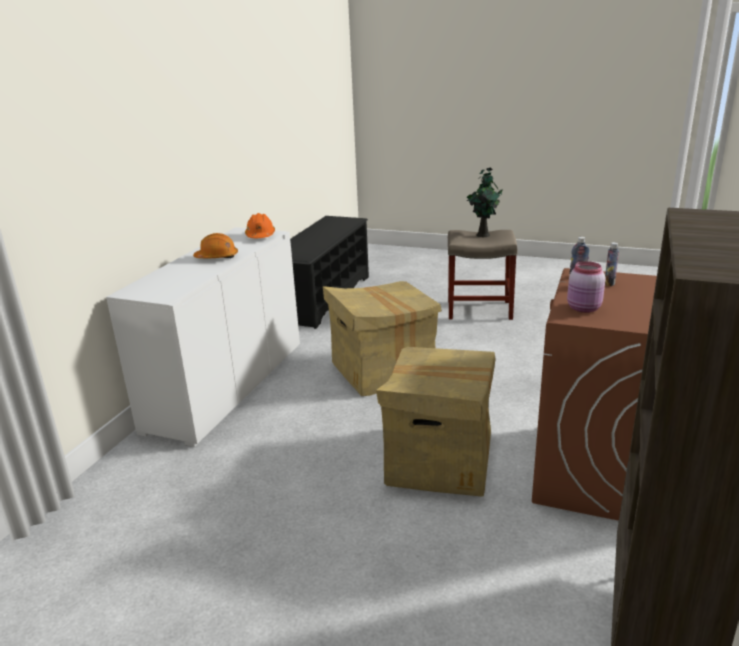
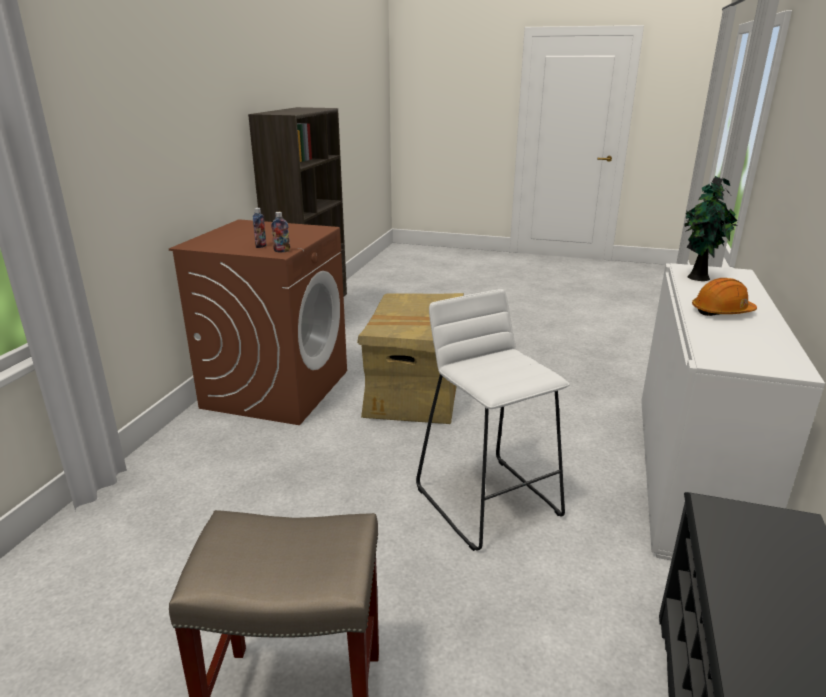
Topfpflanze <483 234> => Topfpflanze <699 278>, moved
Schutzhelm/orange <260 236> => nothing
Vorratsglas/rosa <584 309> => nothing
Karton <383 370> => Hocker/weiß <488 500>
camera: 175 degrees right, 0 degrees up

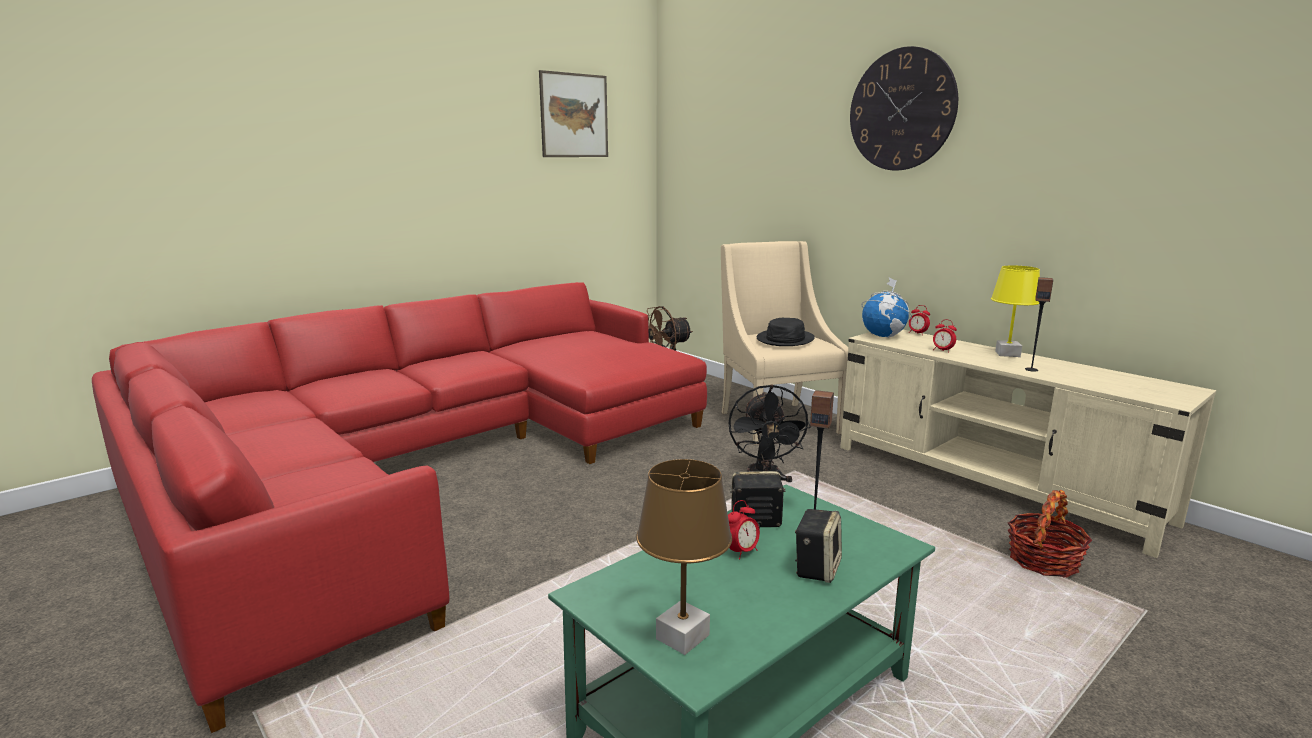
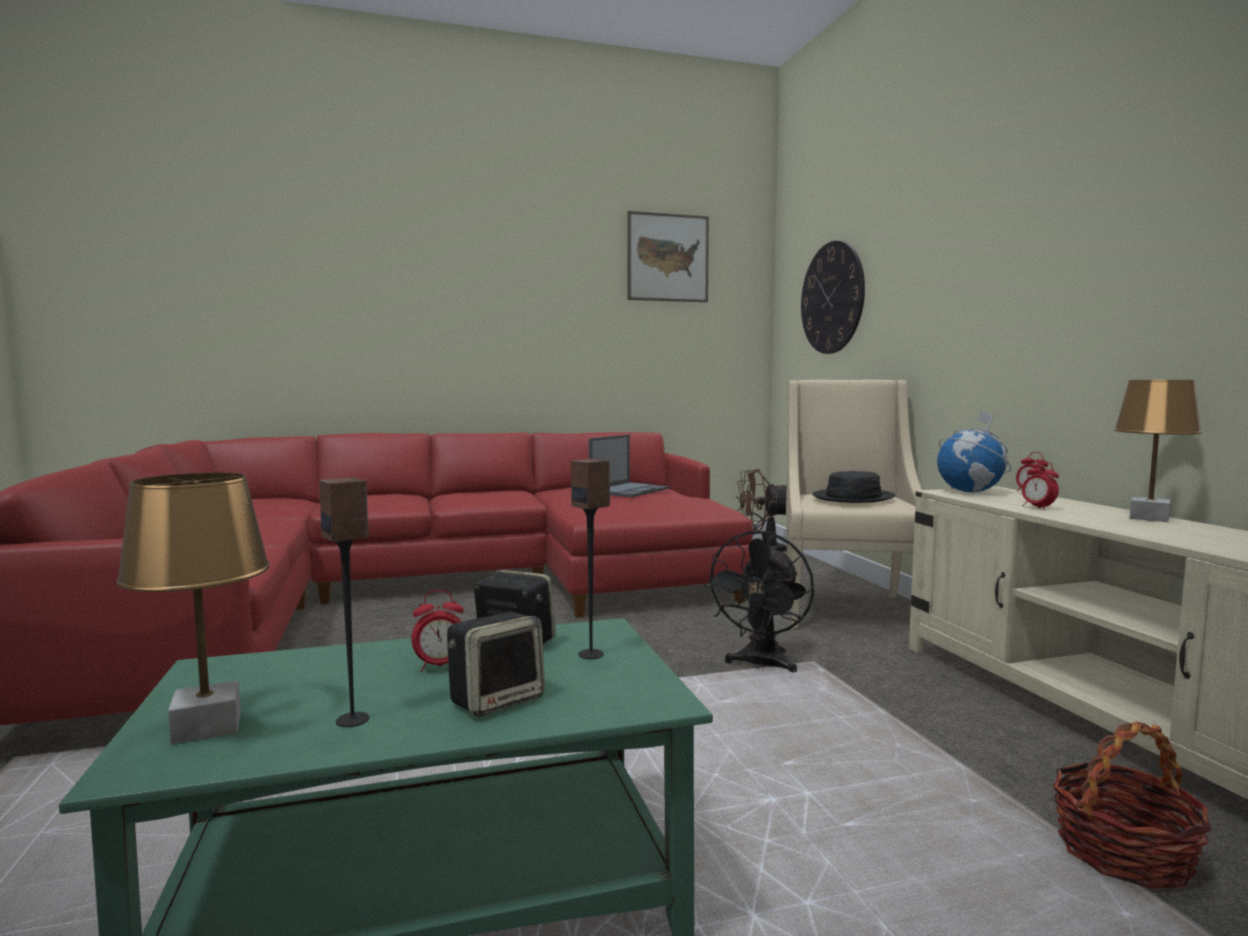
Wanduhr <902 110> => Wanduhr <832 298>, moved
Tischlampe/gelb <1007 354> => Tischlampe/braun <1148 518>
Lautsprecher <1031 369> => Lautsprecher <353 720>, moved
nothing => Laptop <630 490>
camera: 25 degrees right, 10 degrees down

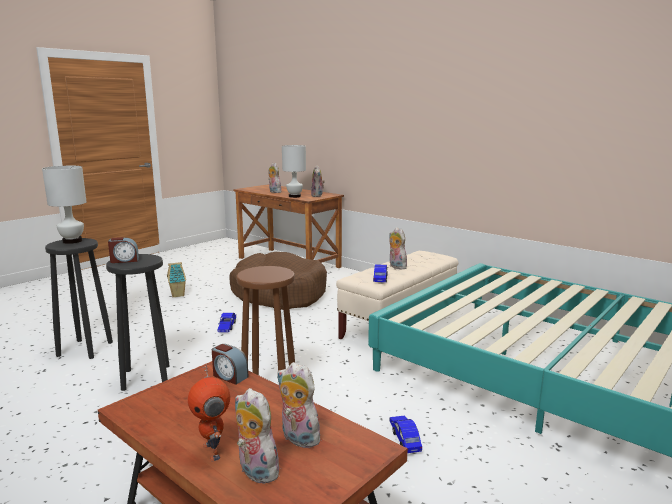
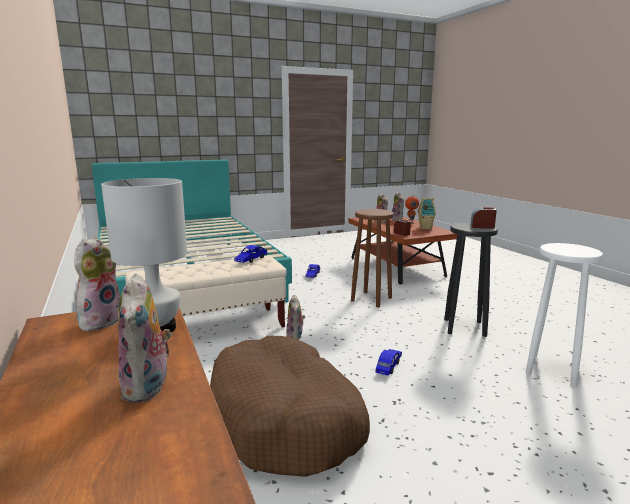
Tischlampe/weiß <72 241> => nothing
Plüschtier <396 267> => Plüschtier <296 336>, moved
Hocker/schwarz <85 348> => Hocker/weiß <552 370>
Spielzeughaus <178 295> => Spielzeughaus <425 228>, moved
camera: 155 degrees left, 0 degrees up

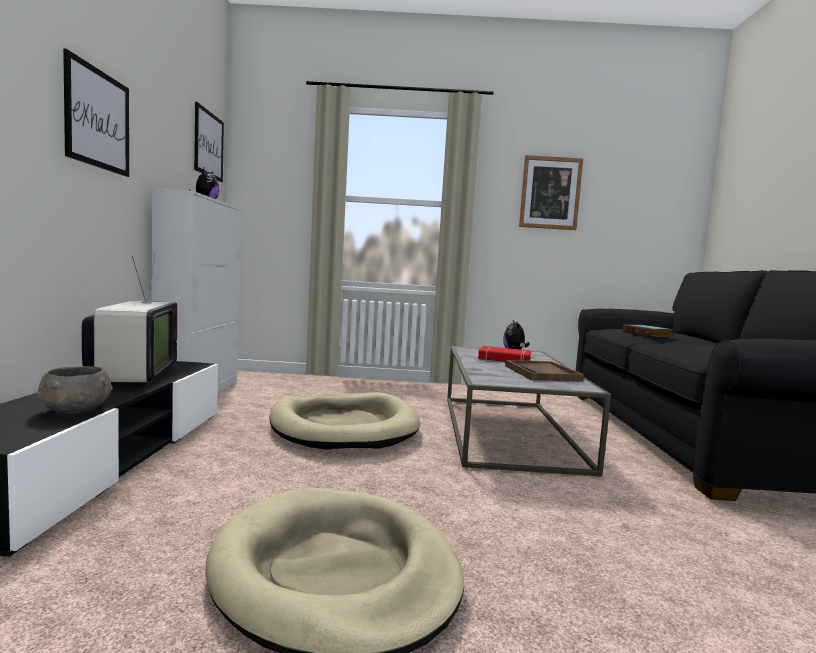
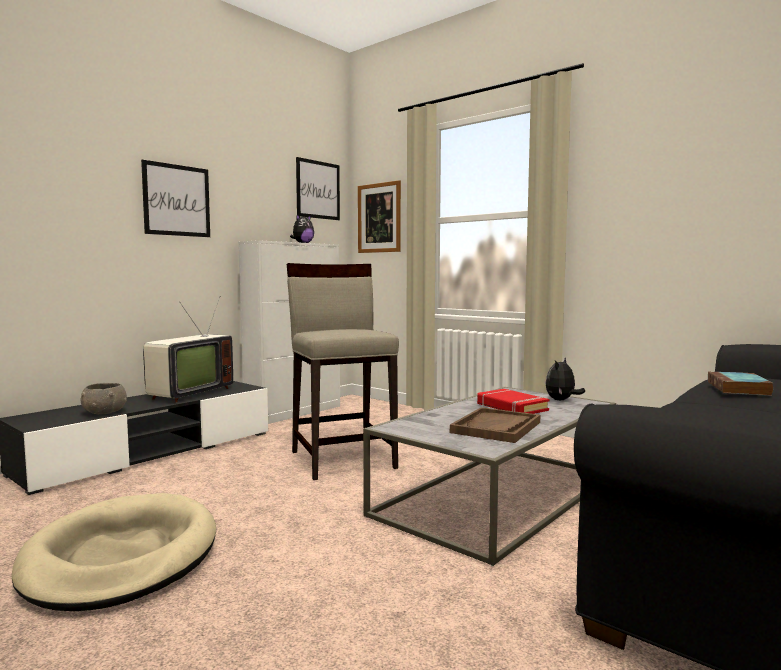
Bild <550 193> => Bild <379 218>, moved
Hundebett/beige <344 426> => Hocker/beige <343 459>
camera: 40 degrees right, 0 degrees up

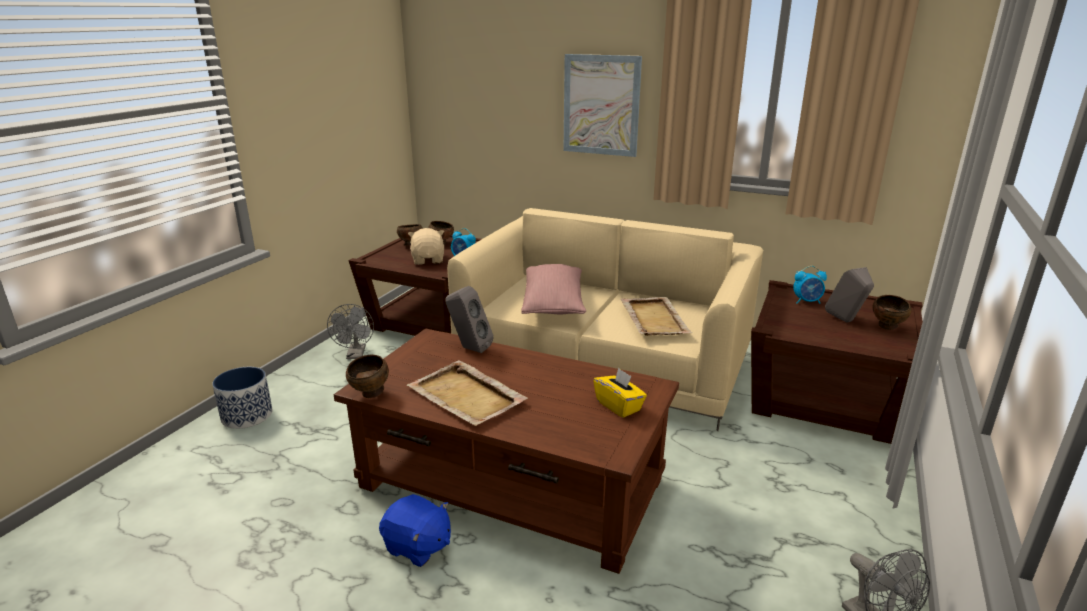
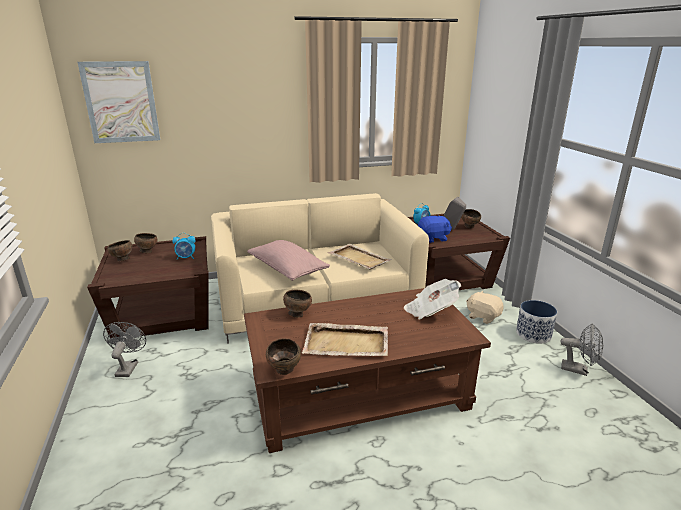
Bild <601 105> => Bild <121 102>, moved
Plüschtier/beige <428 260> => Plüschtier/beige <483 316>, moved
Lautsprecher/grau <469 348> => Schüssel/braun <297 314>
Ventilator/grau <356 355> => Ventilator/grau <128 367>, 135 degrees counterclockwise
Pflanzkübel <247 416> => Pflanzkübel <533 334>, moved
Taschentuchbox/gelb <619 406> => Zeitung <430 311>
Plüschtier/blau <417 547> => Plüschtier/blau <433 238>, moved
camera: 40 degrees left, 0 degrees up

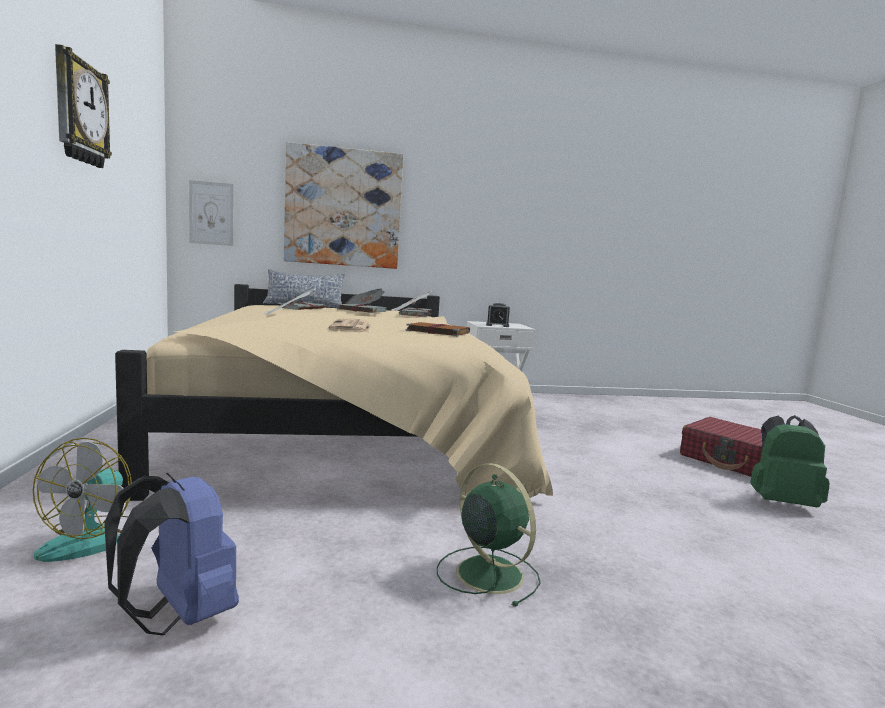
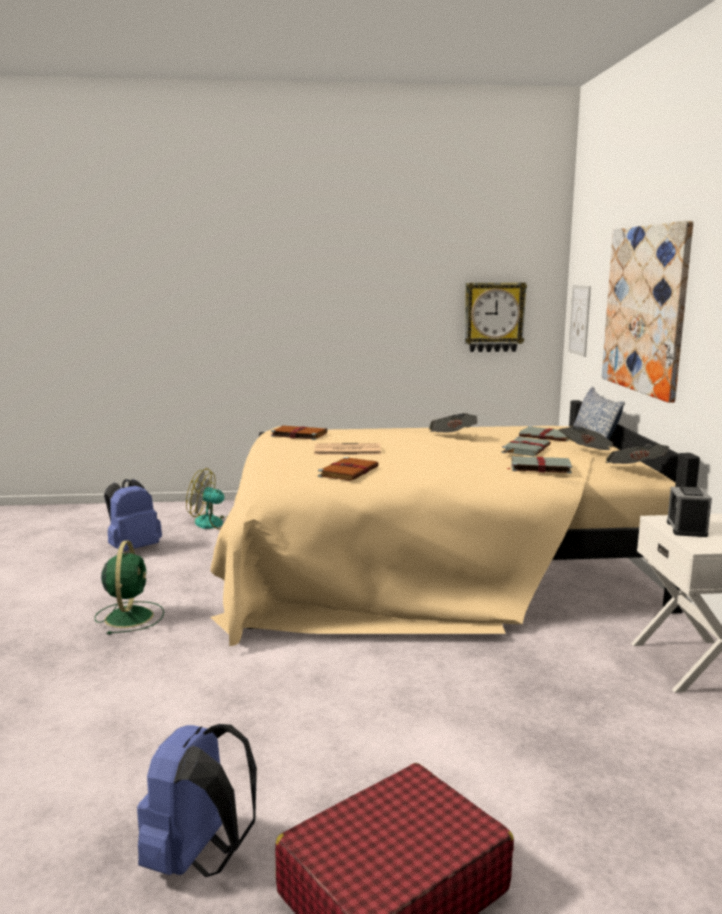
Wanduhr <79 112> => Wanduhr <493 317>, moved
Rucksack/grün <782 502> => Rucksack/blau <198 858>
Ventilator/grün <487 572> => Ventilator/grün <129 616>, 60 degrees counterclockwise
nothing => Buch/braun <298 435>
camera: 95 degrees right, 5 degrees up

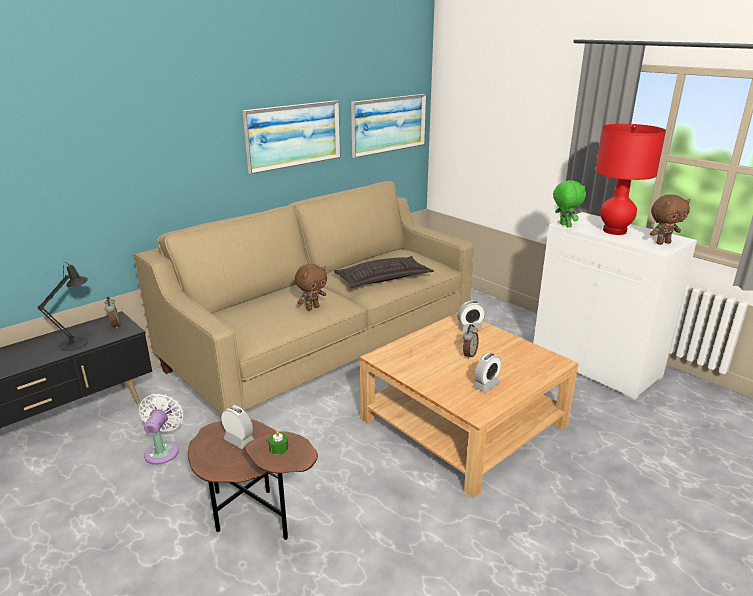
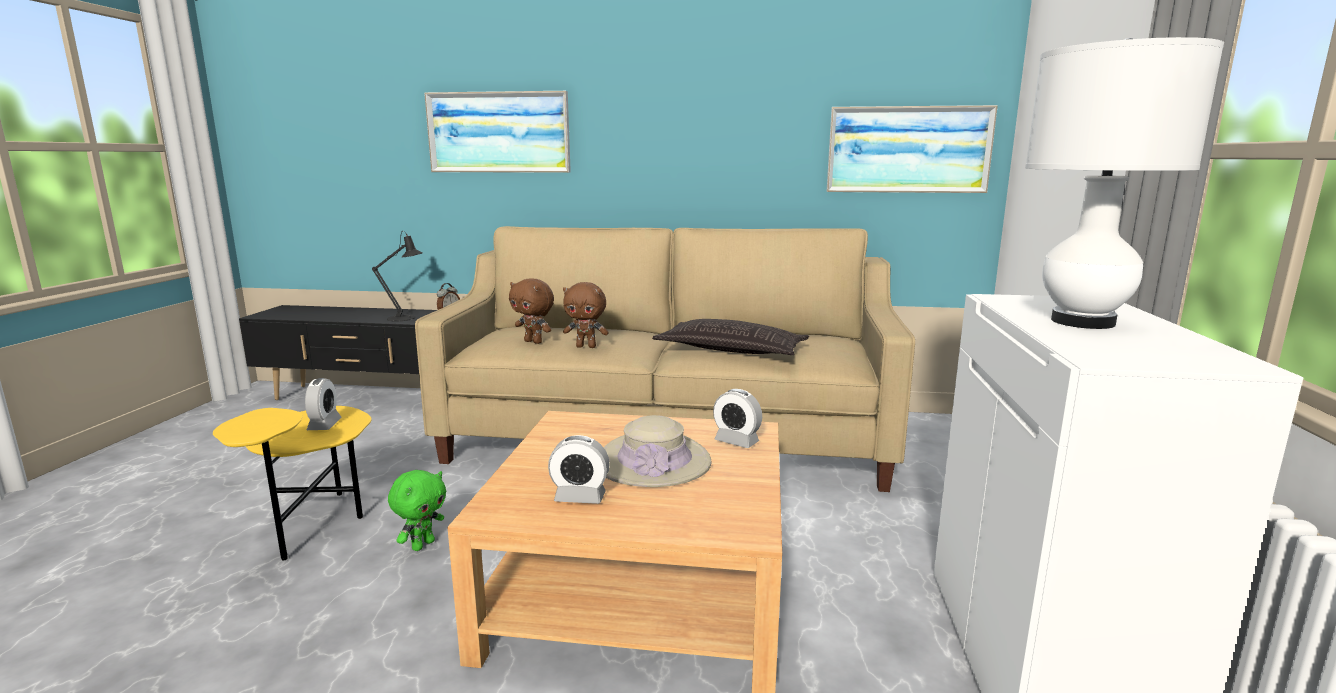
Bild <293 135> => Bild <499 132>, moved
Tischlampe/rot <614 231> => Tischlampe/weiß <1083 322>
Plüschtier/grün <564 225> => Plüschtier/grün <422 545>, moved
Plüschtier/braun <662 243> => Plüschtier/braun <534 342>, moved
Wecker <469 355> => Hut/beige <654 462>
Ventilator/weiß <163 450> => nothing
Beistelltisch/braun <254 516> => Beistelltisch/gelb <312 528>
Kerze/grün <278 448> => nothing
camera: 50 degrees right, 10 degrees down

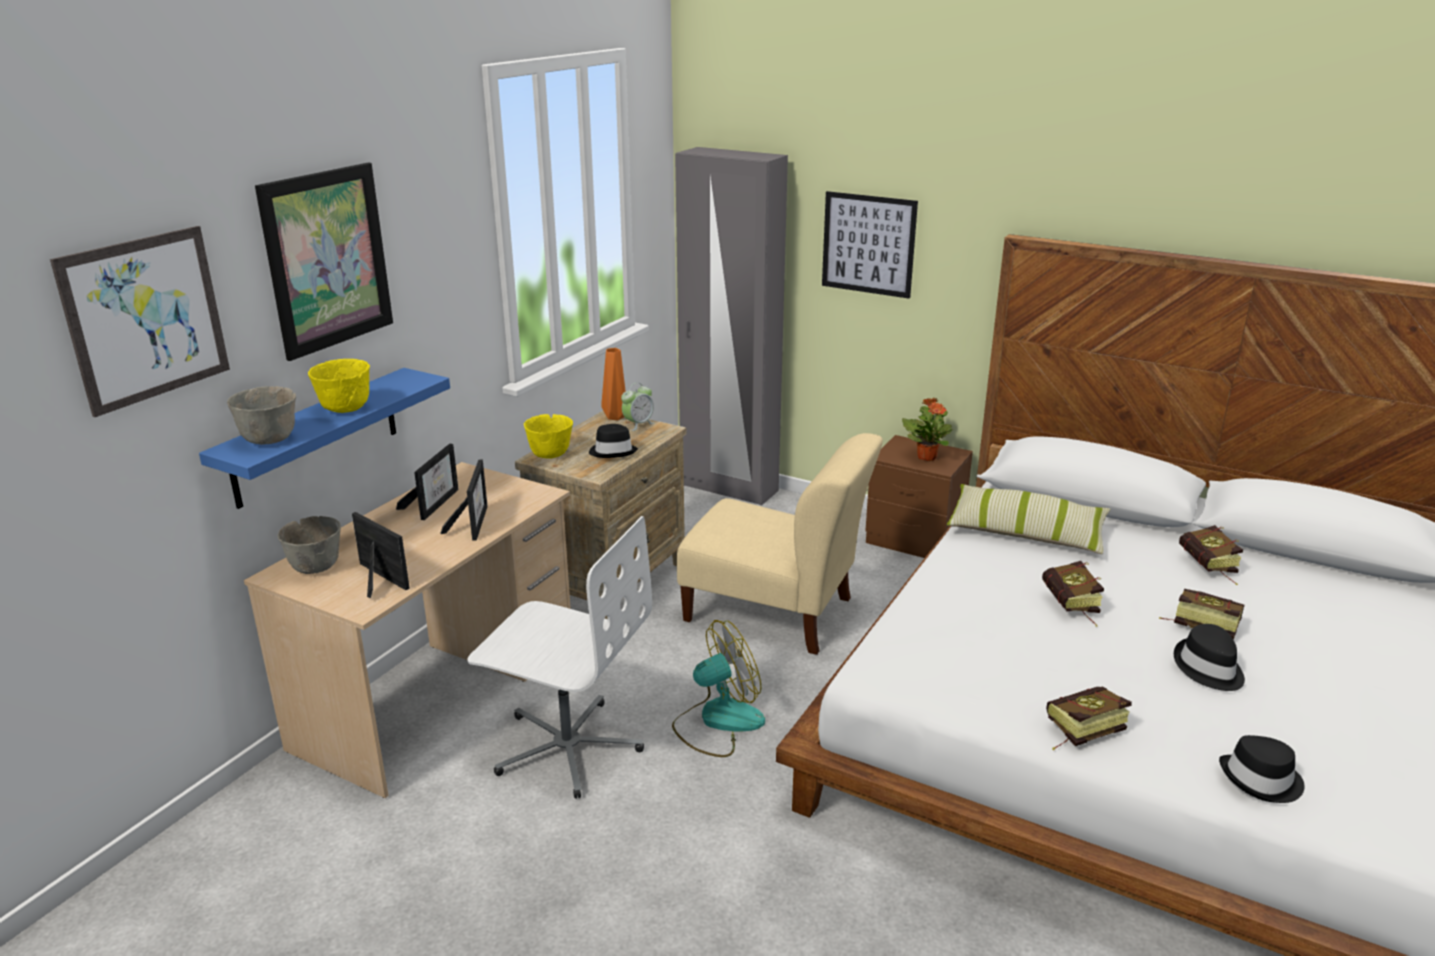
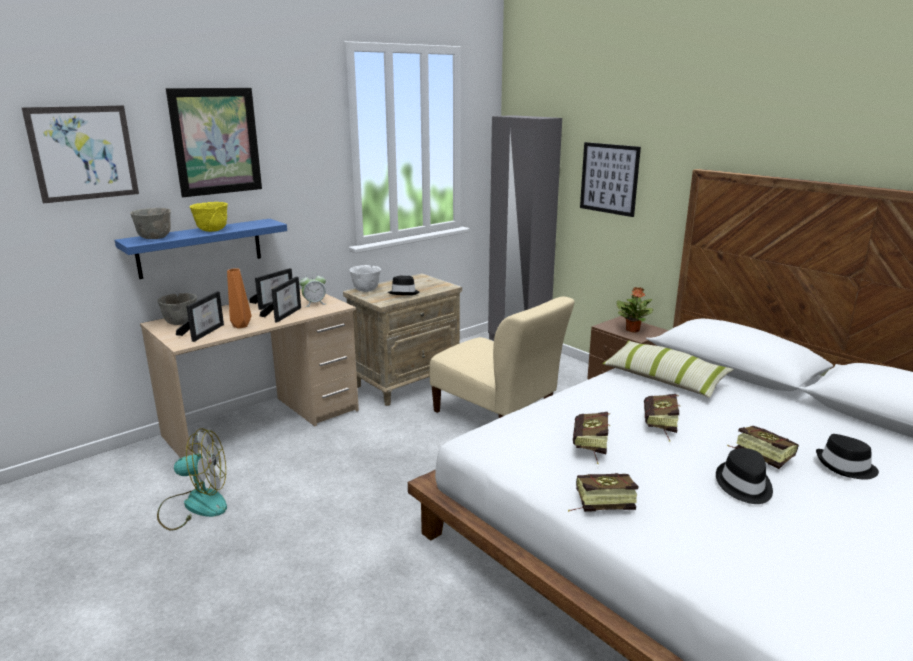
Vase/orange <614 417> => Vase/orange <240 326>, moved
Wecker <638 424> => Wecker <314 303>, moved
Schüssel/gelb <550 454> => Schüssel/weiß <366 290>
Bilderrahmen <376 579> => Bilderrahmen <204 332>, 45 degrees clockwise
Bürostuhl/weiß <567 747> => nothing
Buch <1210 569> => Buch <590 448>, moved
Ventilator <718 722> => Ventilator <194 505>, moved
Hut/schwarz <1261 780> => Hut/schwarz <846 466>, moved
camera: 20 degrees right, 5 degrees down

